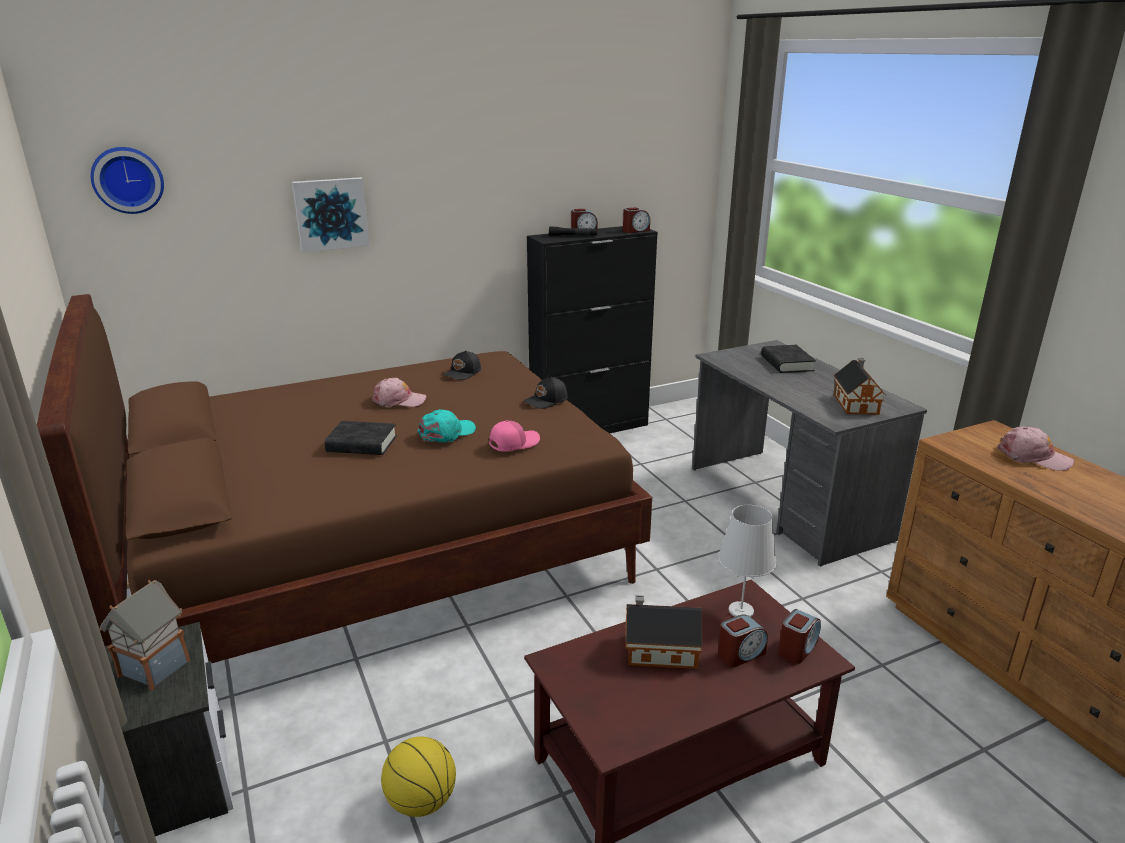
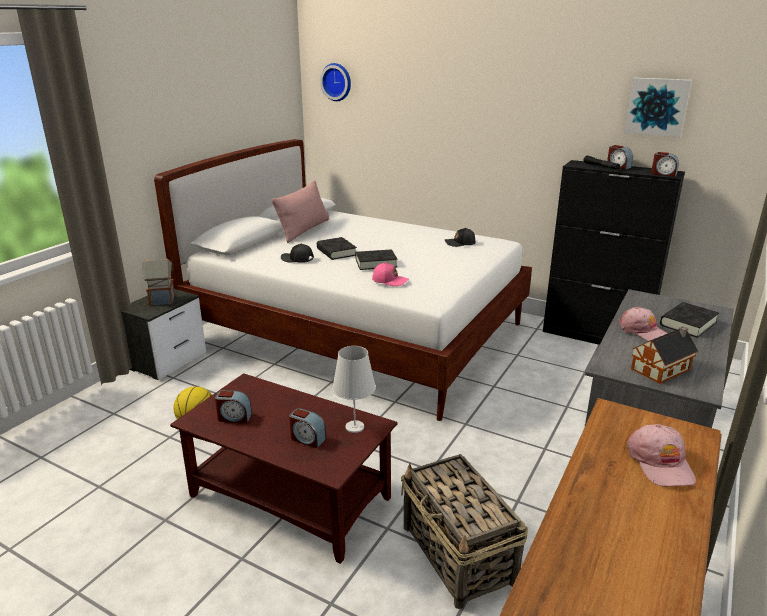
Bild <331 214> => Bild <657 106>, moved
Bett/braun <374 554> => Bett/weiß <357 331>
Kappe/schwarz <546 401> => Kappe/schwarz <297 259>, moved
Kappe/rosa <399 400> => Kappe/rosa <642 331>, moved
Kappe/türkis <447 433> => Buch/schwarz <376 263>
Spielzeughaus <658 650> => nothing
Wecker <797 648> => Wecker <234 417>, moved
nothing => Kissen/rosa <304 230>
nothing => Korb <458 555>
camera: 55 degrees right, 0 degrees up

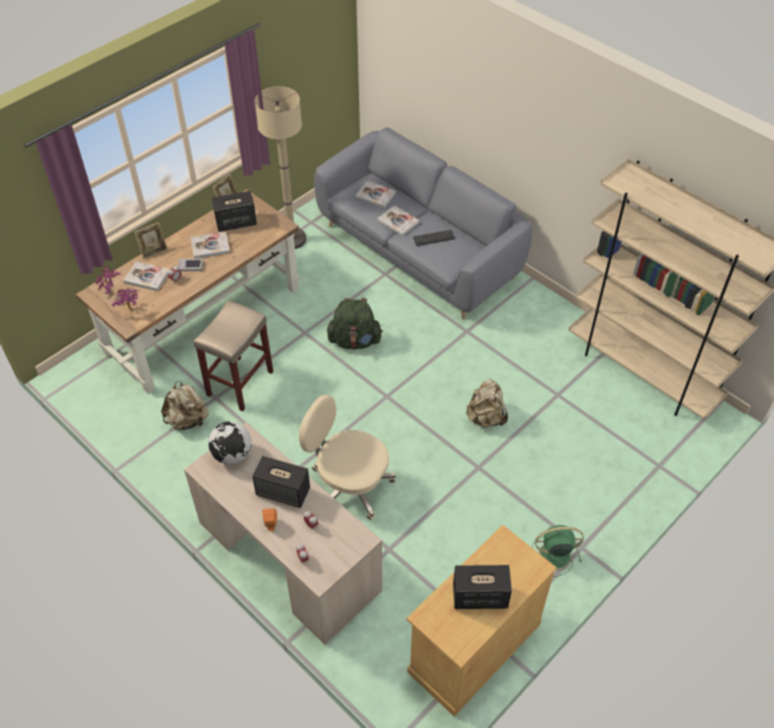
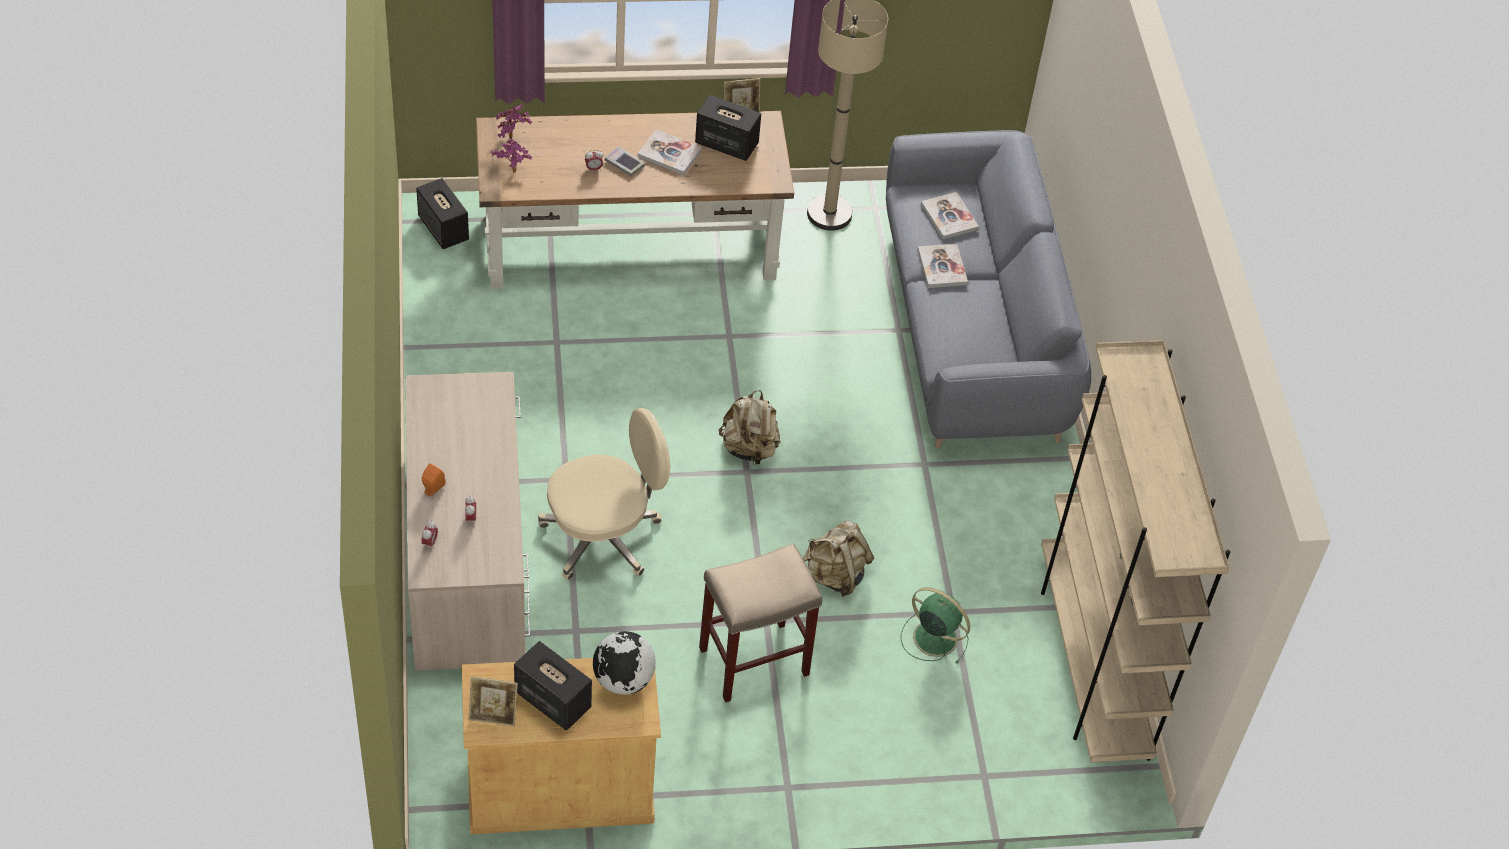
Bilderrahmen <153 251> => Bilderrahmen <493 715>, moved
Tastatur <433 238> => nothing
Buch <147 277> => nothing
Rucksack/grün <355 341> => nothing
Hocker/beige <240 384> => Hocker/beige <753 662>, moved
Rucksack/beige <188 420> => Rucksack/beige <749 449>, moved
Bürostuhl/beige <349 485> => Bürostuhl/beige <603 535>, 90 degrees clockwise
Globus <232 455> => Globus <623 680>, moved
Lautsprecher <283 492> => Lautsprecher <444 229>, moved
Ventilator/grün <553 555> => Ventilator/grün <933 637>, moved
camera: 35 degrees right, 0 degrees up

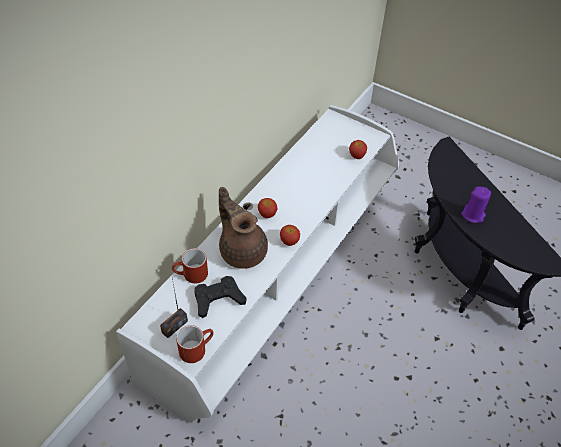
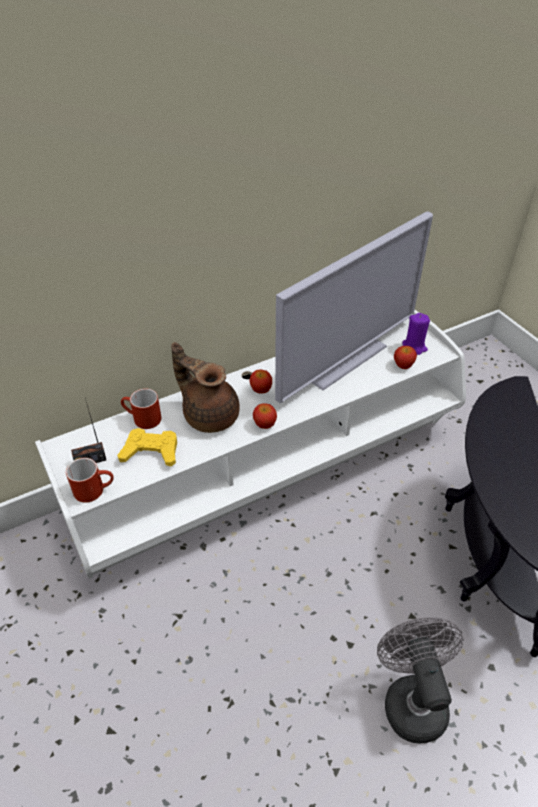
Kerze/lila <473 215> => Kerze/lila <414 347>, moved
Teekanne/braun <242 250> => Teekanne/braun <209 414>, 45 degrees counterclockwise
Gamepad/schwarz <218 299> => Gamepad/gelb <151 451>
nothing => Fernseher <343 359>
nothing => Ventilator/grau <411 698>
camera: 30 degrees right, 5 degrees down

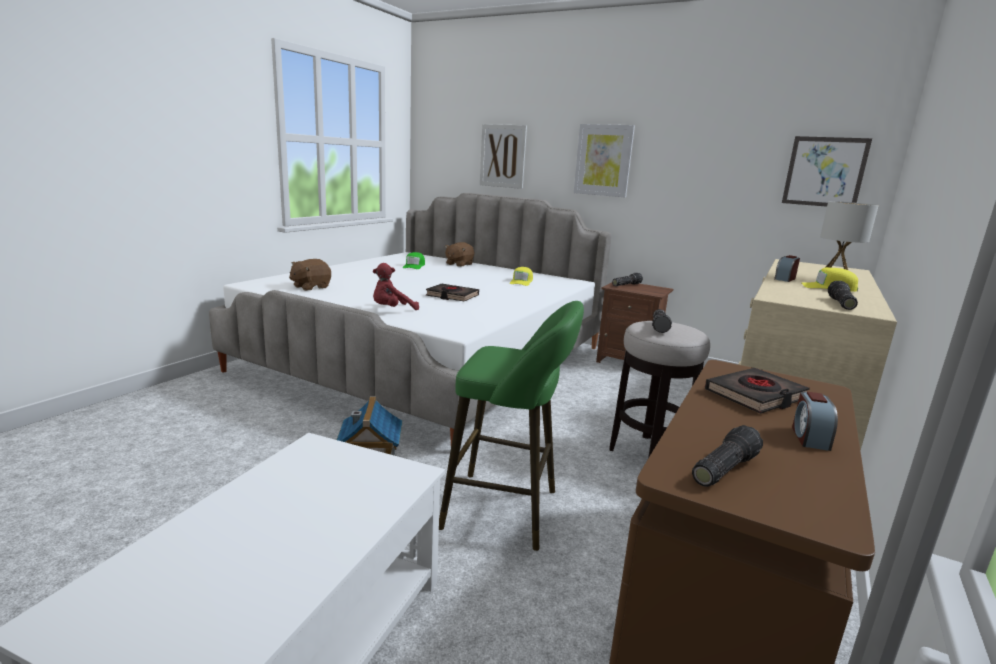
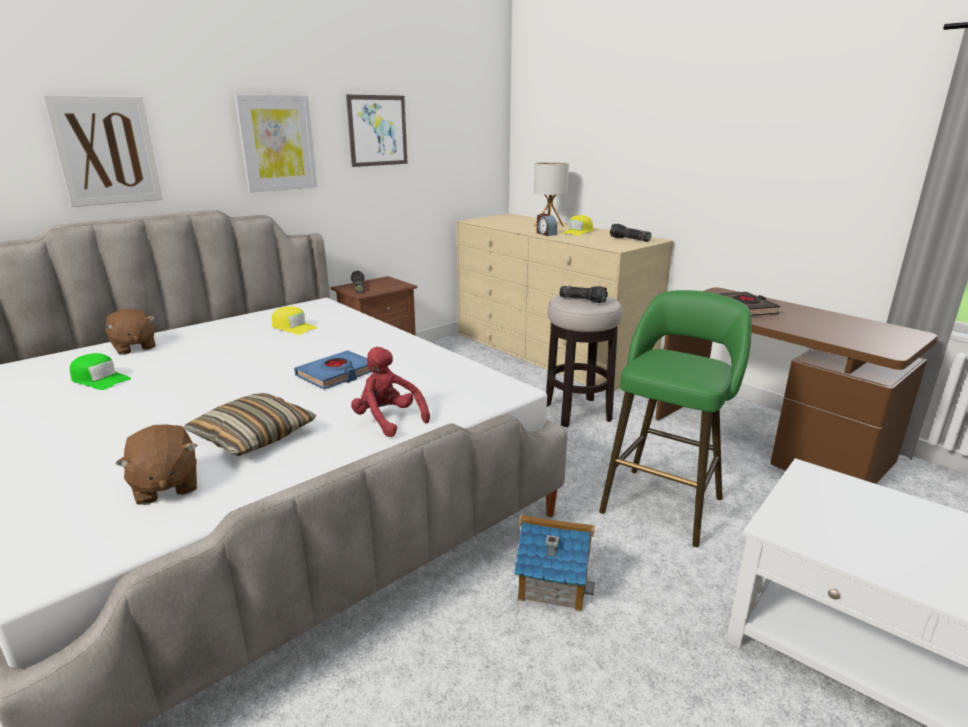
Bild <824 172> => Bild <377 130>, moved
Plüschtier/rot <392 310> => Plüschtier/rot <388 420>, 150 degrees clockwise
Buch/schwarz <452 296> => Buch/blau <337 374>
Wecker <809 437> => nothing
Taschenlampe <722 468> => nothing
nothing => Kissen <253 436>
camera: 70 degrees left, 5 degrees up

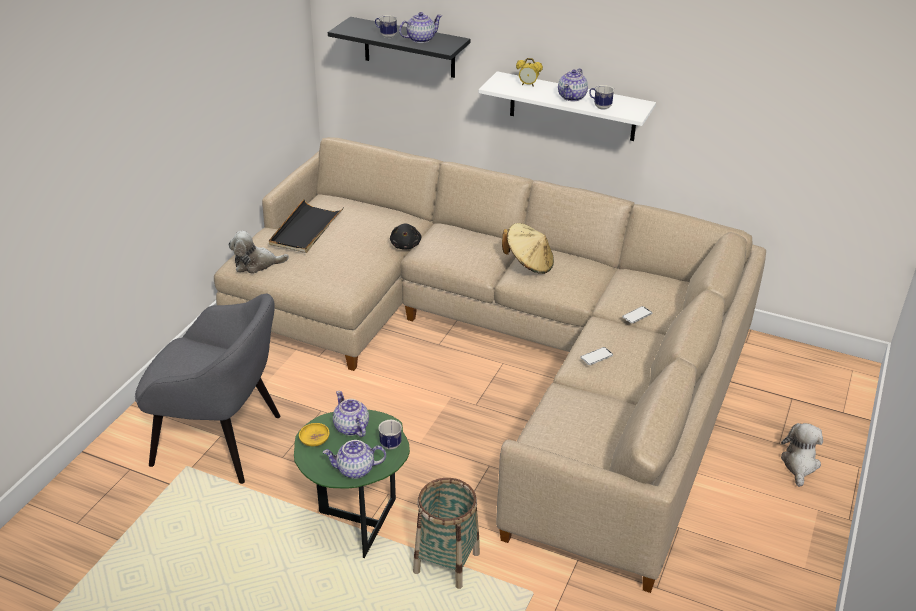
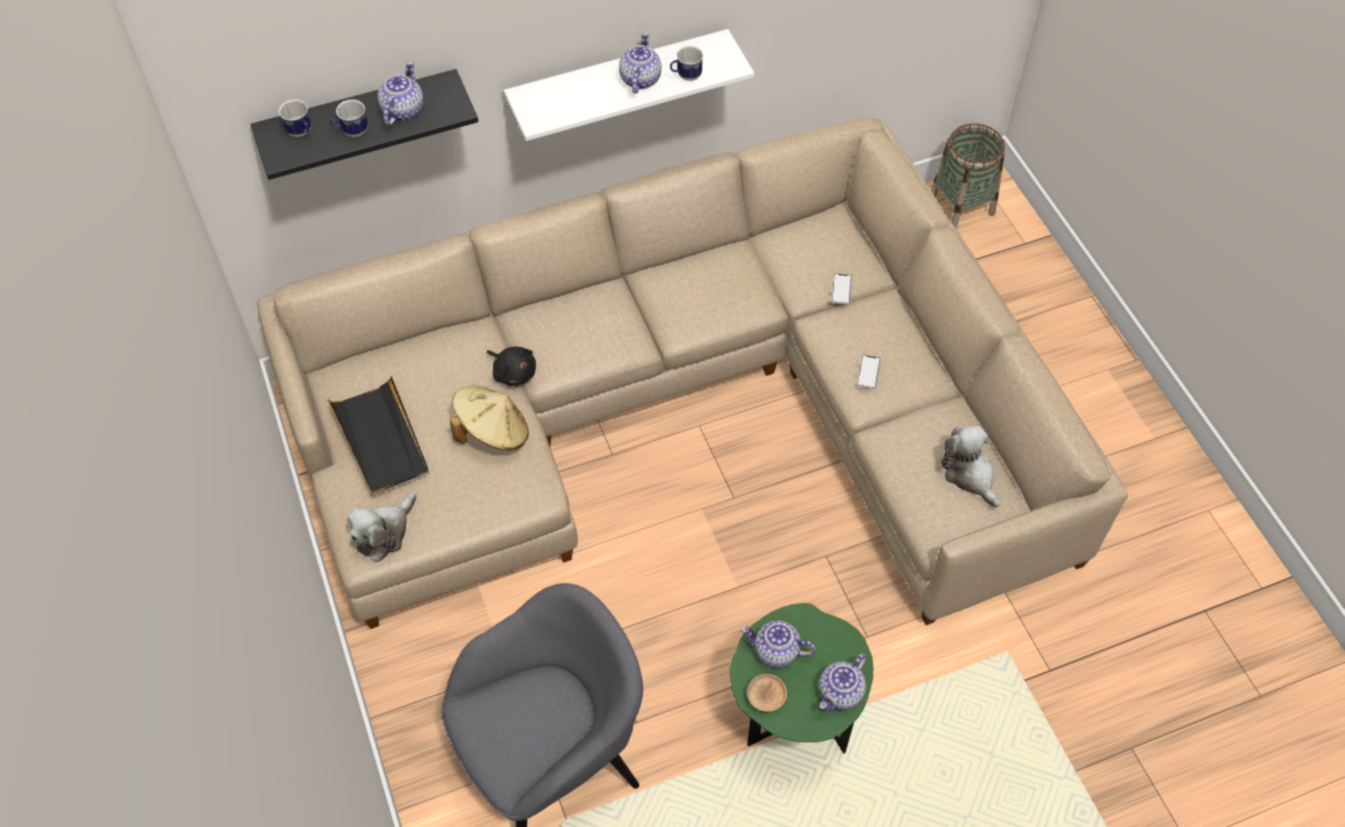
Wecker <528 85> => nothing
Teekanne <572 97> => Teekanne <639 80>, 150 degrees counterclockwise
Hut/beige <529 263> => Hut/beige <492 432>, moved
Henkelbecher <390 447> => Henkelbecher <301 133>, moved
Schüssel/gelb <314 441> => Schüssel/braun <766 698>
Plüschtier <799 464> => Plüschtier <969 474>, moved
Korb <446 562> => Korb <961 204>, moved
camera: 45 degrees left, 20 degrees up

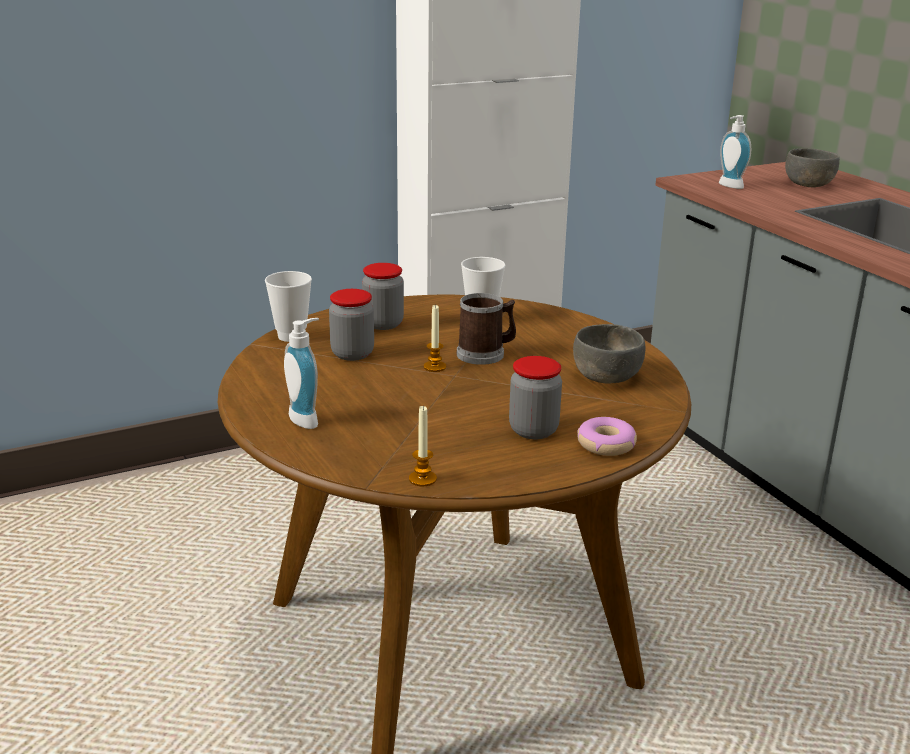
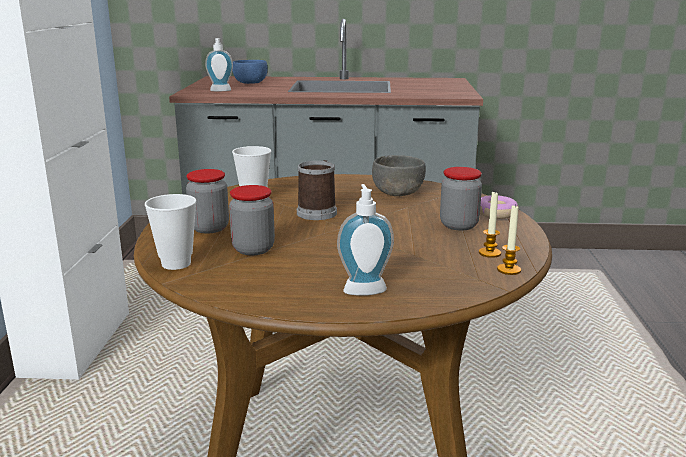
Schüssel/grau <808 184> => Schüssel/blau <250 82>
Kerze <434 367> => Kerze <489 253>, moved
camera: 60 degrees left, 5 degrees down

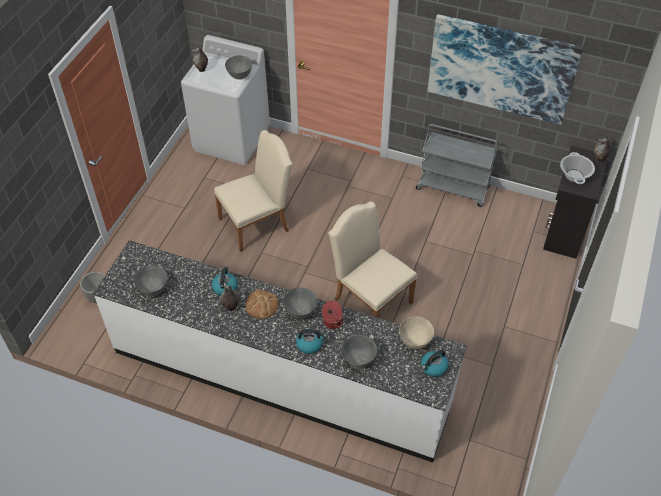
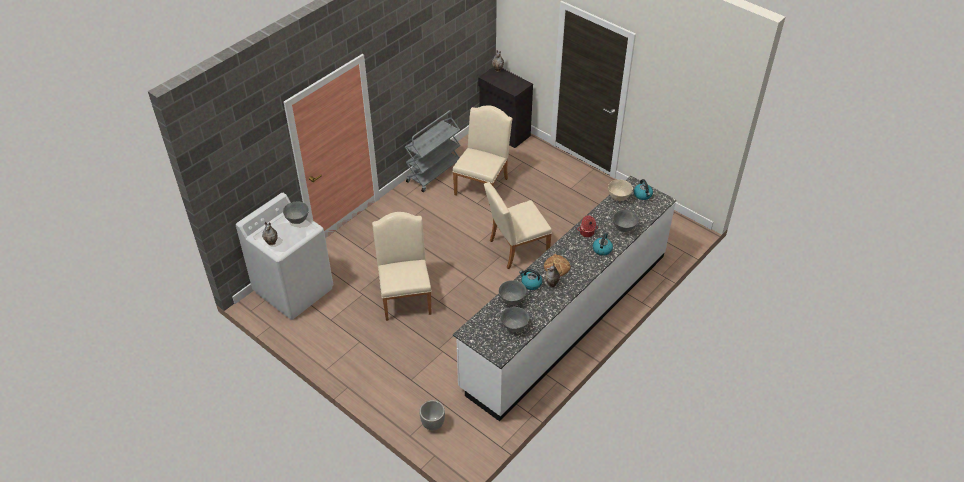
Bild <501 68> => nothing
Kochtopf <574 175> => nothing
Schüssel/grau <301 311> => Schüssel/grau <512 300>, moved
nothing => Stuhl/beige <483 184>
camera: 70 degrees left, 5 degrees down

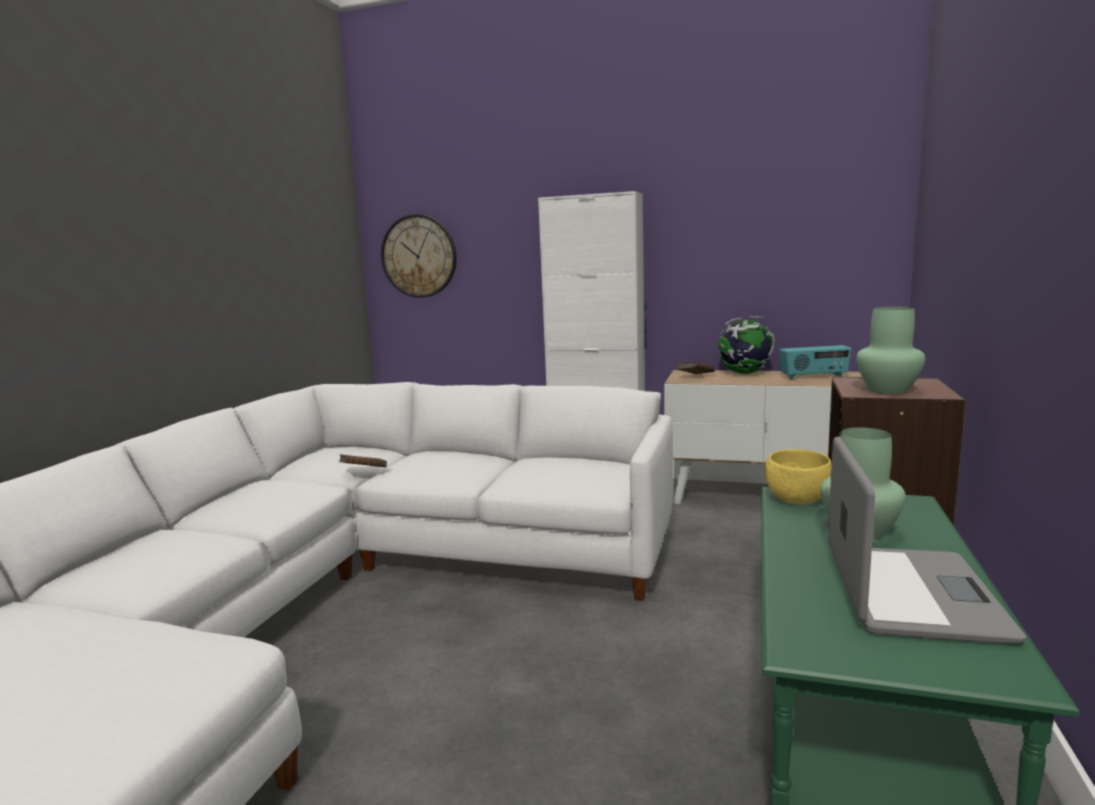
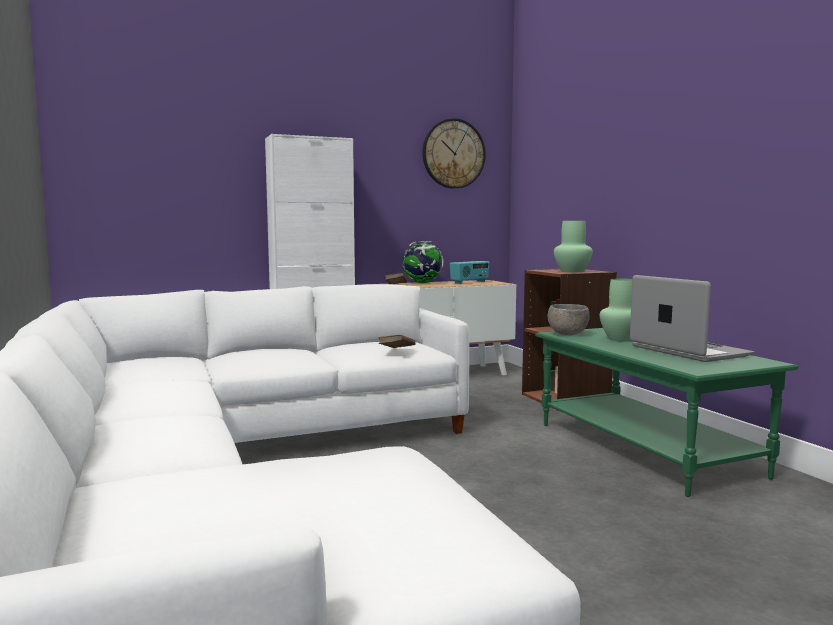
Wanduhr <419 256> => Wanduhr <453 154>, moved
Schüssel/gelb <796 500> => Schüssel/grau <567 334>
Buch/braun <363 472> => Buch/braun <397 351>, moved
camera: 40 degrees left, 5 degrees down

